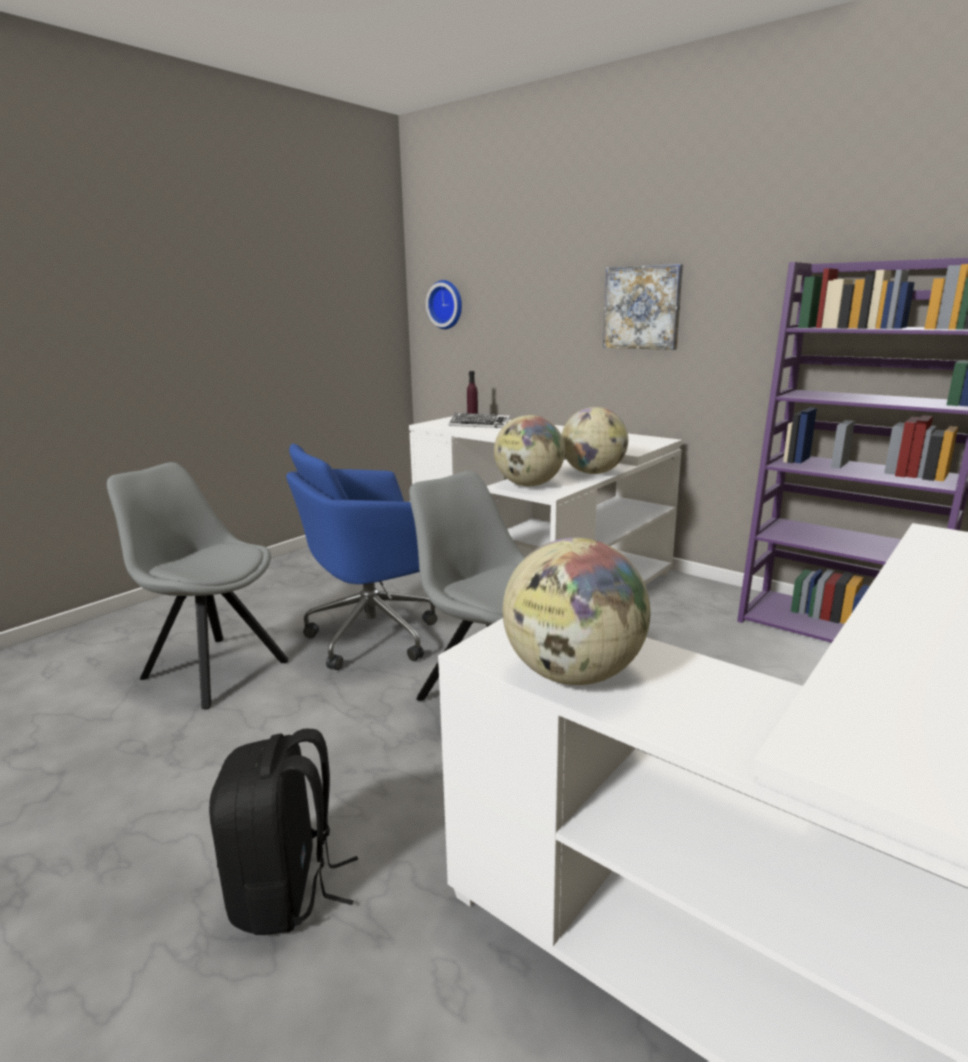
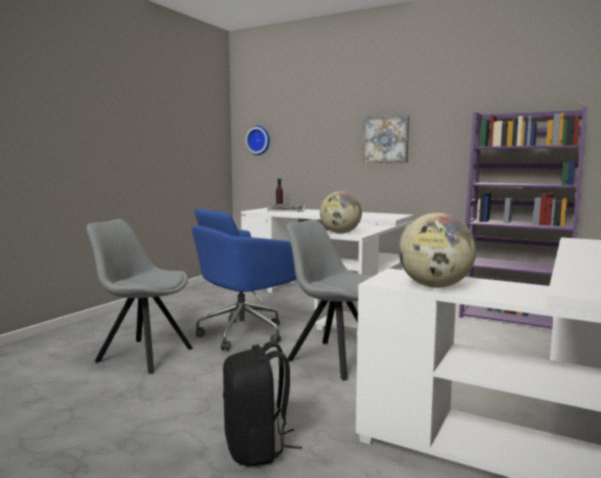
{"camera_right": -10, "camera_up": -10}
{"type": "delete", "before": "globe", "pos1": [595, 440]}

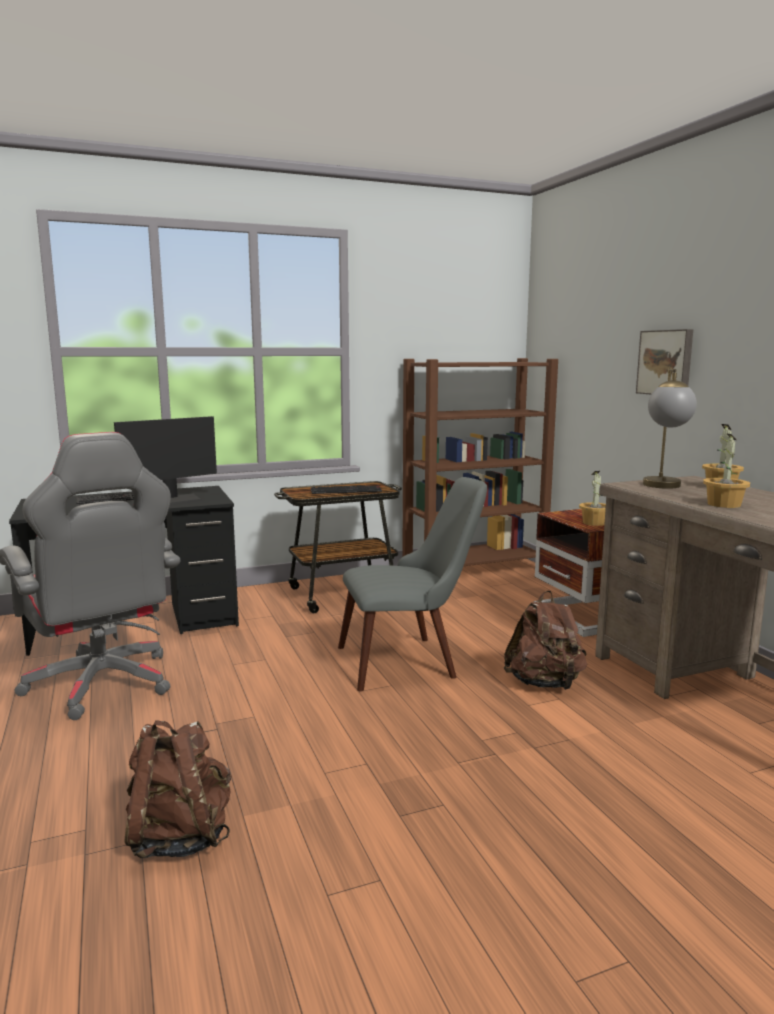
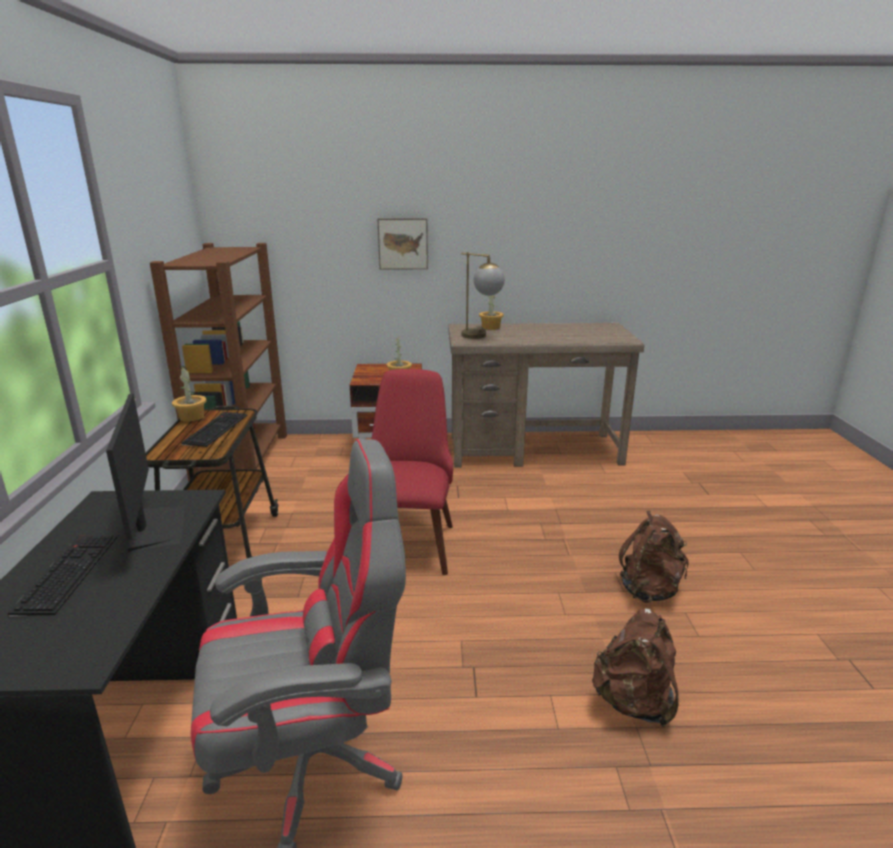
{"camera_right": -70, "camera_up": 10}
{"type": "move", "before": "brown backpack", "pos1": [545, 640], "pos2": [654, 557]}
{"type": "move", "before": "potted plant", "pos1": [726, 470], "pos2": [189, 394]}
{"type": "recolor", "before": "grey chair", "after": "red chair", "pos1": [412, 584], "pos2": [412, 472]}

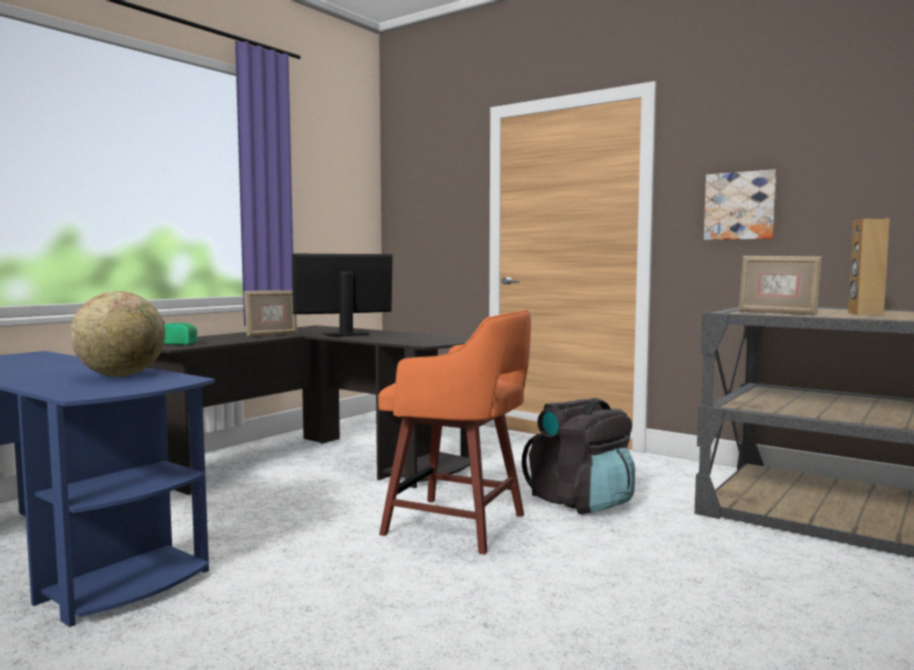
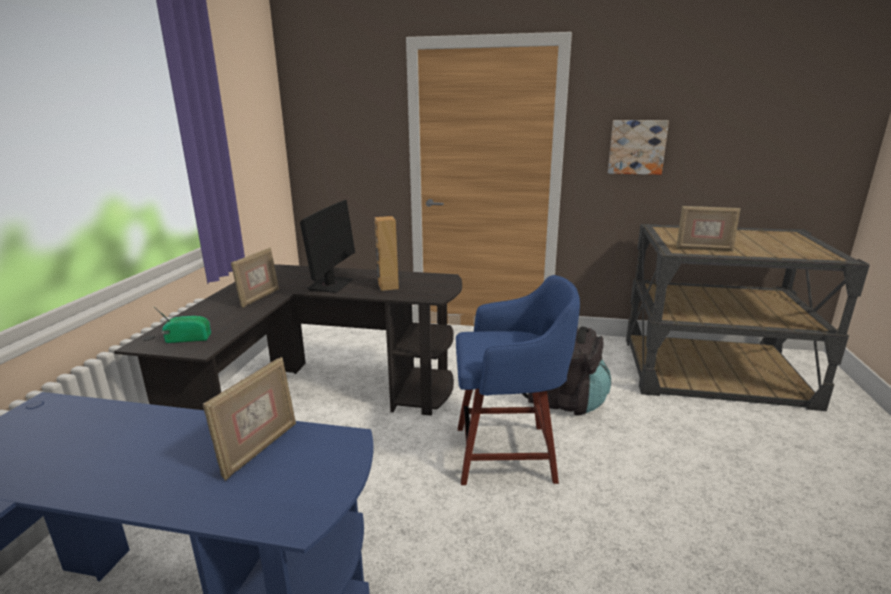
{"camera_right": -25, "camera_up": 15}
{"type": "move", "before": "brown speaker", "pos1": [869, 267], "pos2": [387, 253]}
{"type": "replace", "before": "globe", "after": "picture frame", "pos1": [117, 334], "pos2": [249, 418]}
{"type": "recolor", "before": "orange stool", "after": "blue stool", "pos1": [454, 432], "pos2": [518, 380]}
{"type": "rotate", "before": "monitor", "pos1": [342, 295], "pos2": [327, 246], "turn": 150}

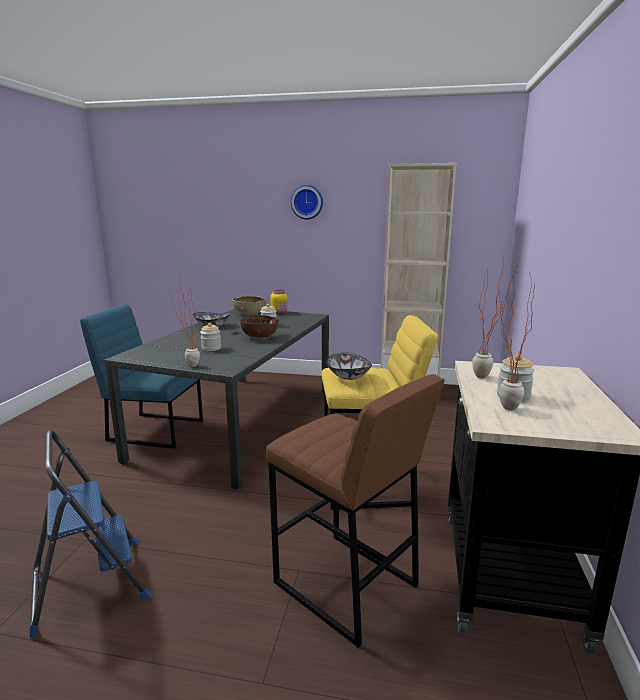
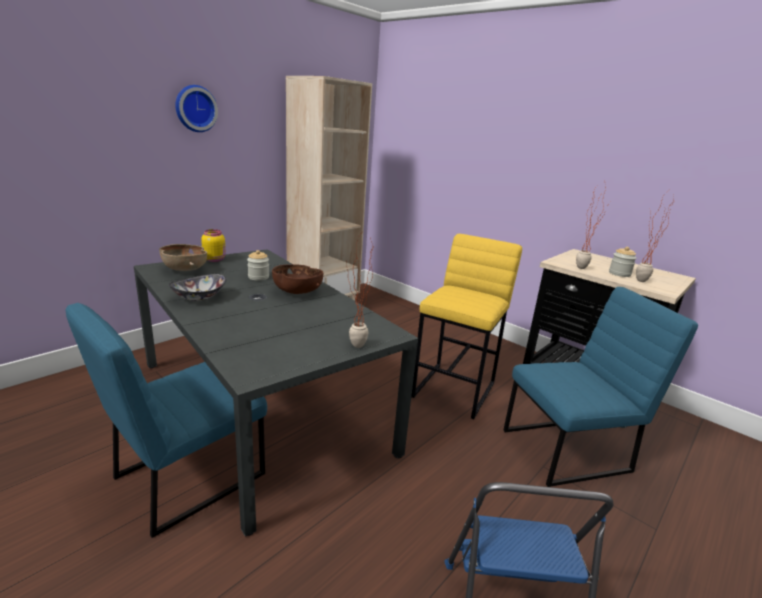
{"camera_right": -60, "camera_up": 5}
{"type": "delete", "before": "jar", "pos1": [210, 337]}
{"type": "delete", "before": "bowl", "pos1": [349, 366]}
{"type": "replace", "before": "brown stool", "after": "blue chair", "pos1": [355, 511], "pos2": [600, 387]}

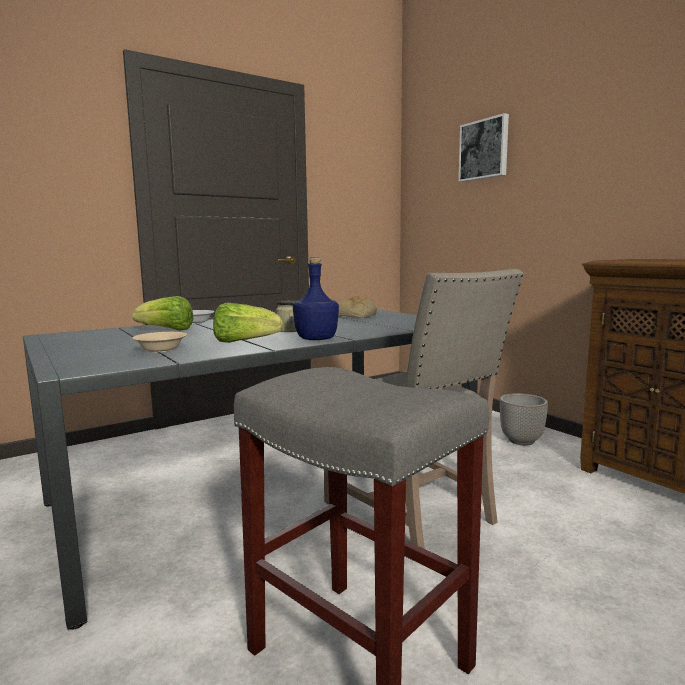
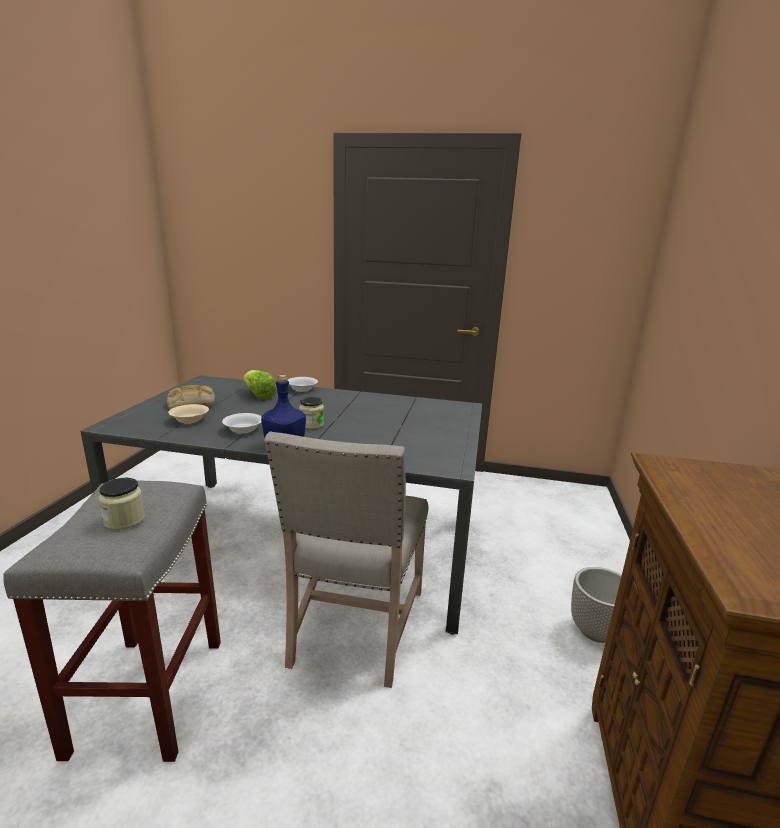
{"camera_right": 45, "camera_up": 10}
{"type": "delete", "before": "picture", "pos1": [483, 147]}
{"type": "insert", "after": "jar", "pos2": [122, 504]}
{"type": "move", "before": "bread", "pos1": [357, 307], "pos2": [191, 397]}
{"type": "replace", "before": "lettuce", "after": "white bowl", "pos1": [248, 323], "pos2": [242, 423]}

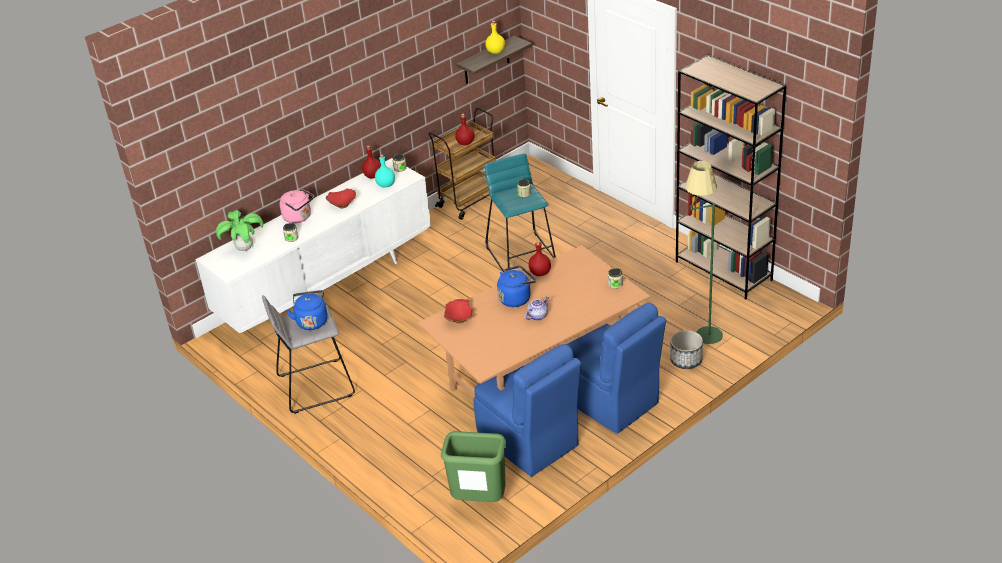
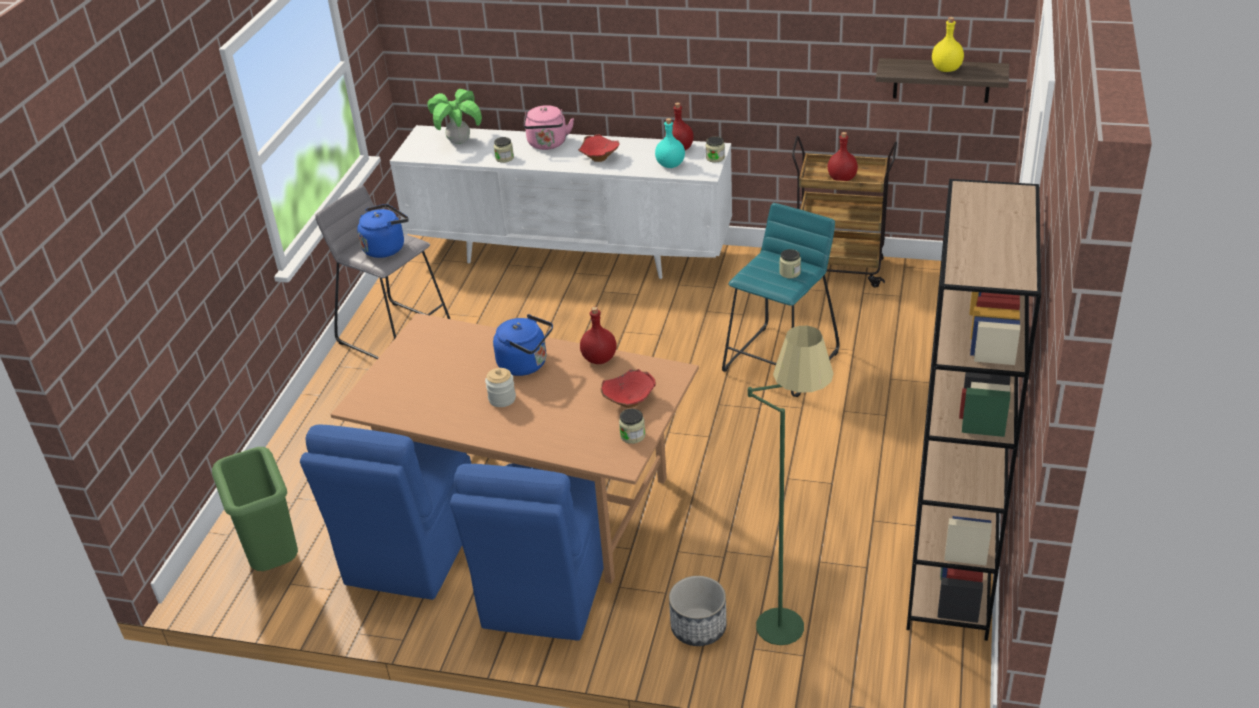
{"camera_right": 55, "camera_up": 0}
{"type": "move", "before": "red bowl", "pos1": [458, 311], "pos2": [628, 388]}
{"type": "replace", "before": "teapot", "after": "jar", "pos1": [537, 308], "pos2": [500, 387]}

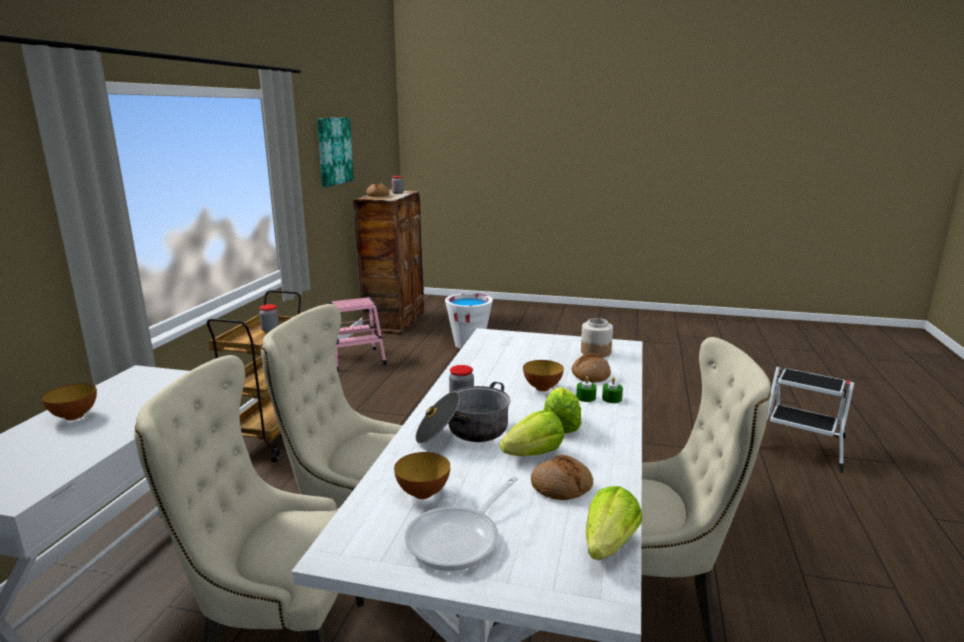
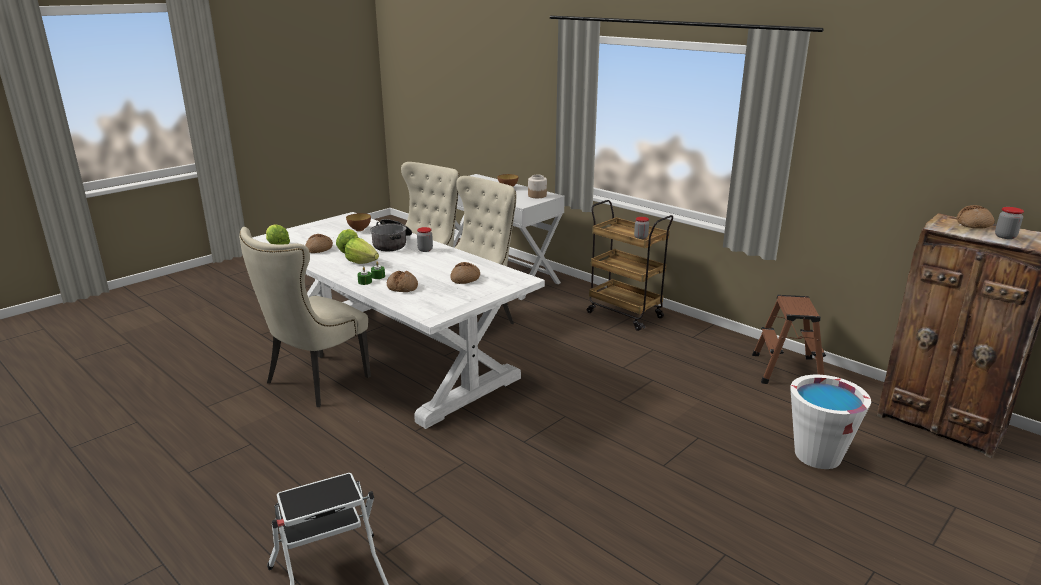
{"camera_right": 120, "camera_up": 5}
{"type": "delete", "before": "picture", "pos1": [335, 152]}
{"type": "delete", "before": "frying pan", "pos1": [461, 523]}
{"type": "delete", "before": "bowl", "pos1": [543, 375]}
{"type": "insert", "after": "bread", "pos2": [465, 273]}
{"type": "move", "before": "jar", "pos1": [597, 337], "pos2": [537, 186]}
{"type": "recolor", "before": "pink step ladder", "after": "brown step ladder", "pos1": [358, 334], "pos2": [789, 339]}

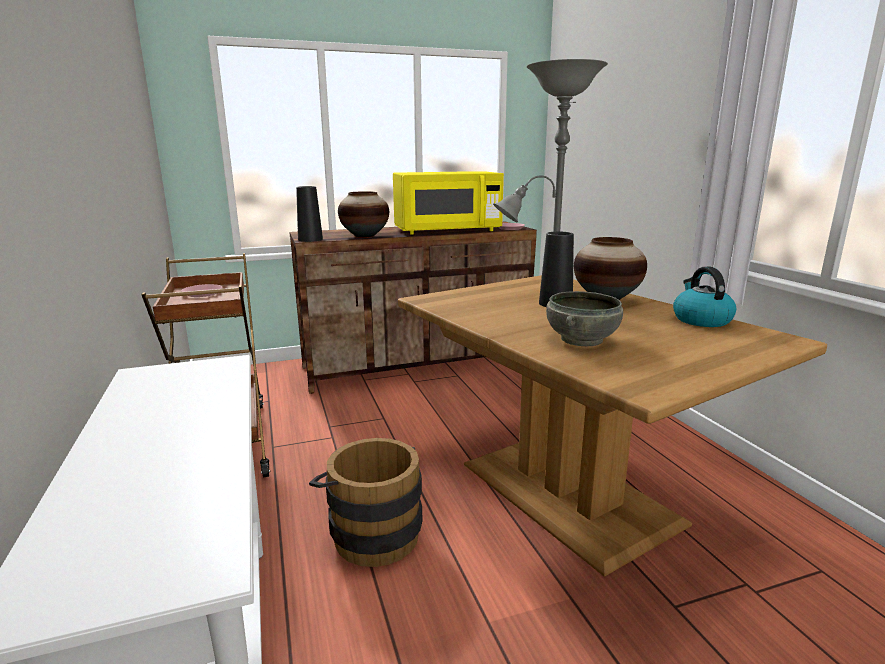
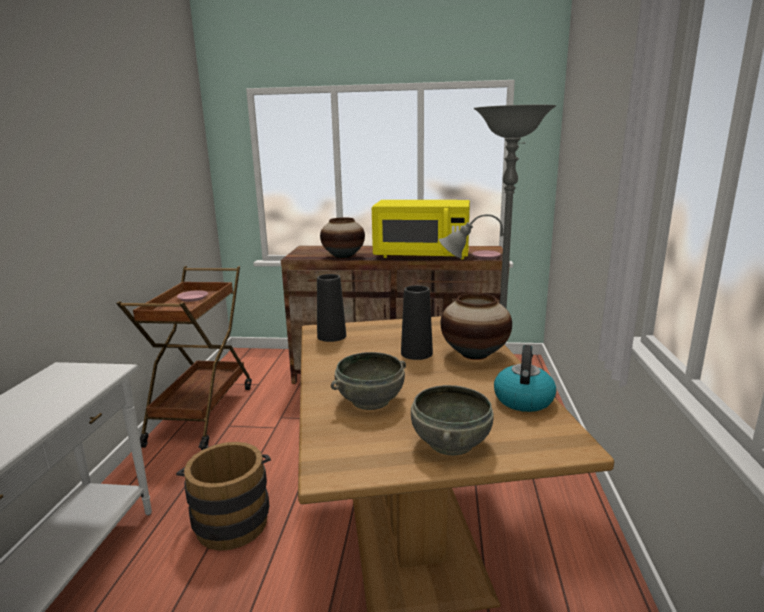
{"camera_right": 25, "camera_up": 0}
{"type": "insert", "after": "grey bowl", "pos2": [452, 420]}
{"type": "move", "before": "black vase", "pos1": [309, 214], "pos2": [331, 308]}

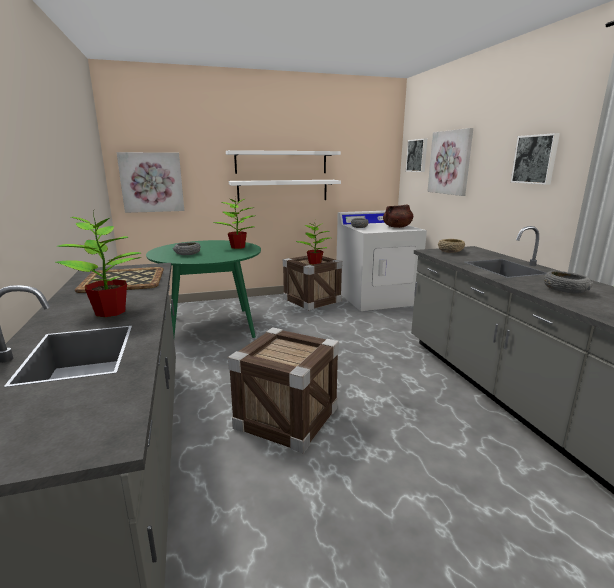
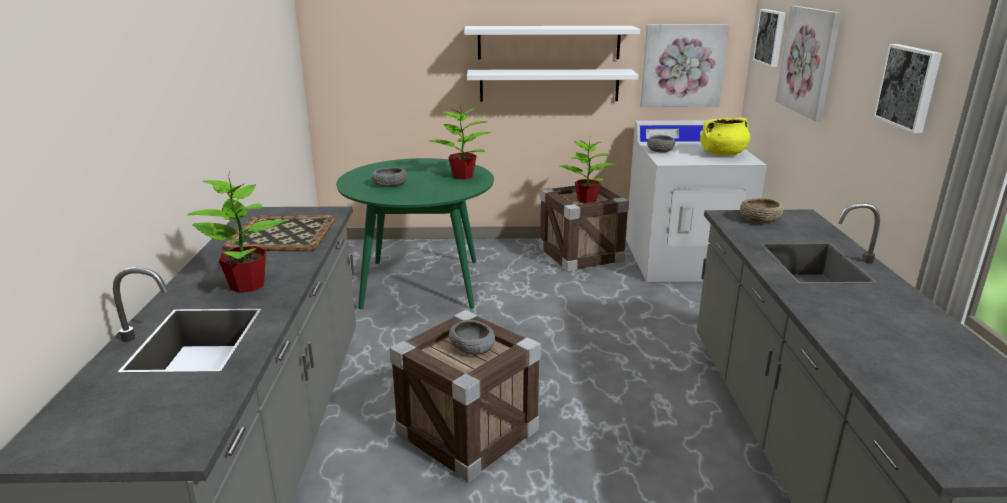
{"camera_right": 15, "camera_up": 5}
{"type": "move", "before": "picture", "pos1": [150, 182], "pos2": [684, 65]}
{"type": "move", "before": "grey bowl", "pos1": [568, 282], "pos2": [472, 337]}
{"type": "recolor", "before": "brown cooking pot", "after": "yellow cooking pot", "pos1": [398, 216], "pos2": [725, 137]}

